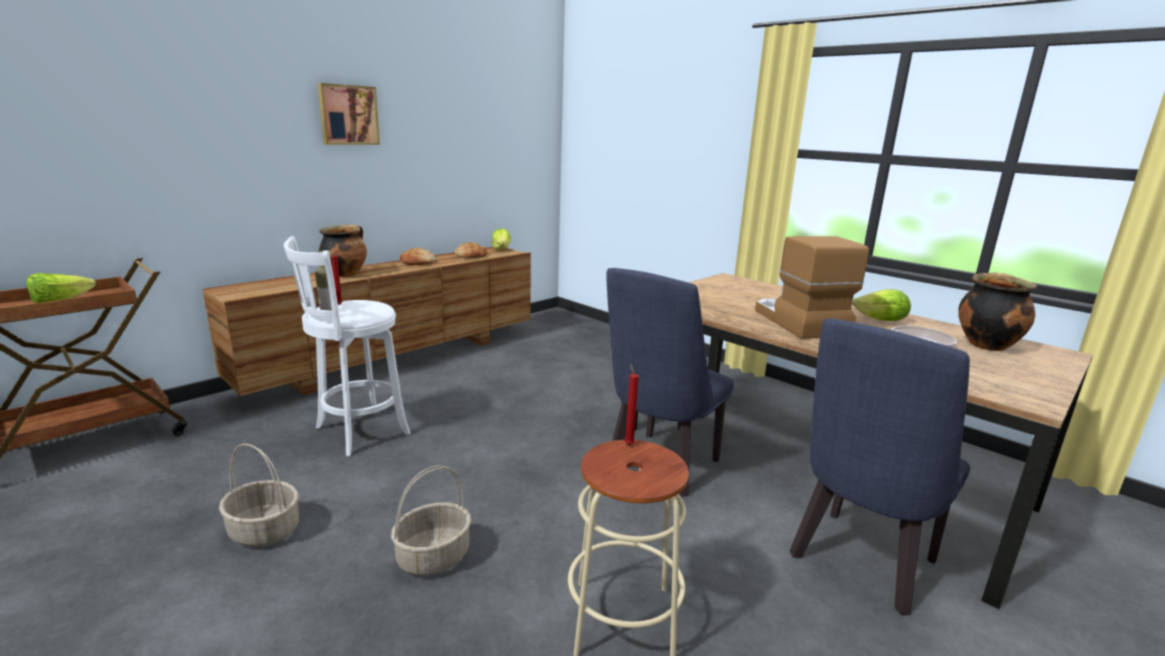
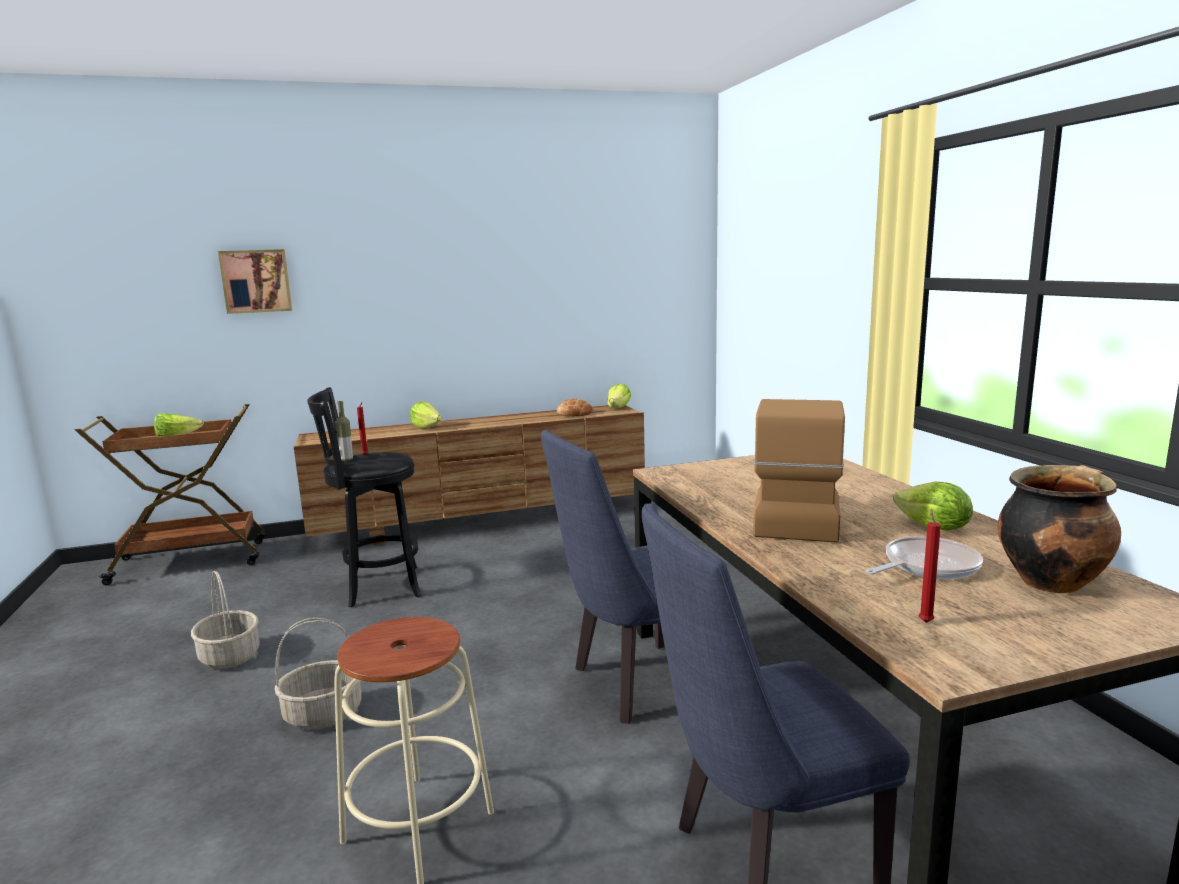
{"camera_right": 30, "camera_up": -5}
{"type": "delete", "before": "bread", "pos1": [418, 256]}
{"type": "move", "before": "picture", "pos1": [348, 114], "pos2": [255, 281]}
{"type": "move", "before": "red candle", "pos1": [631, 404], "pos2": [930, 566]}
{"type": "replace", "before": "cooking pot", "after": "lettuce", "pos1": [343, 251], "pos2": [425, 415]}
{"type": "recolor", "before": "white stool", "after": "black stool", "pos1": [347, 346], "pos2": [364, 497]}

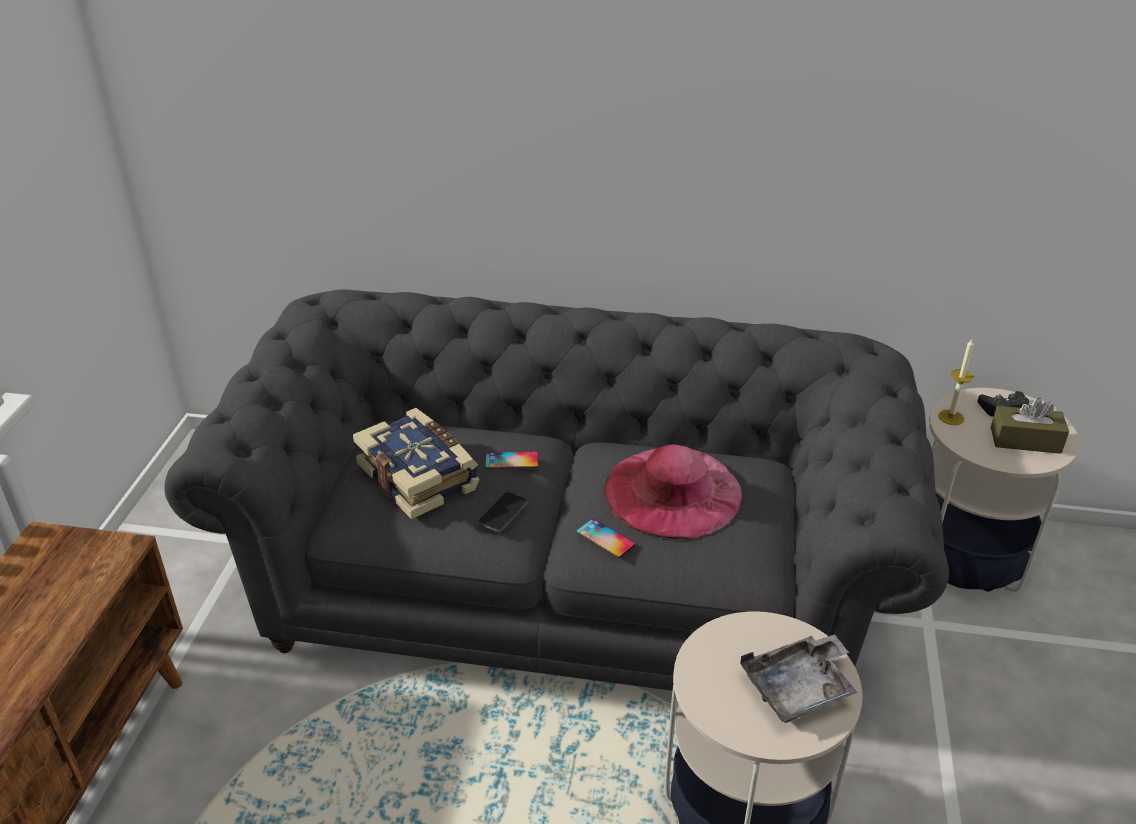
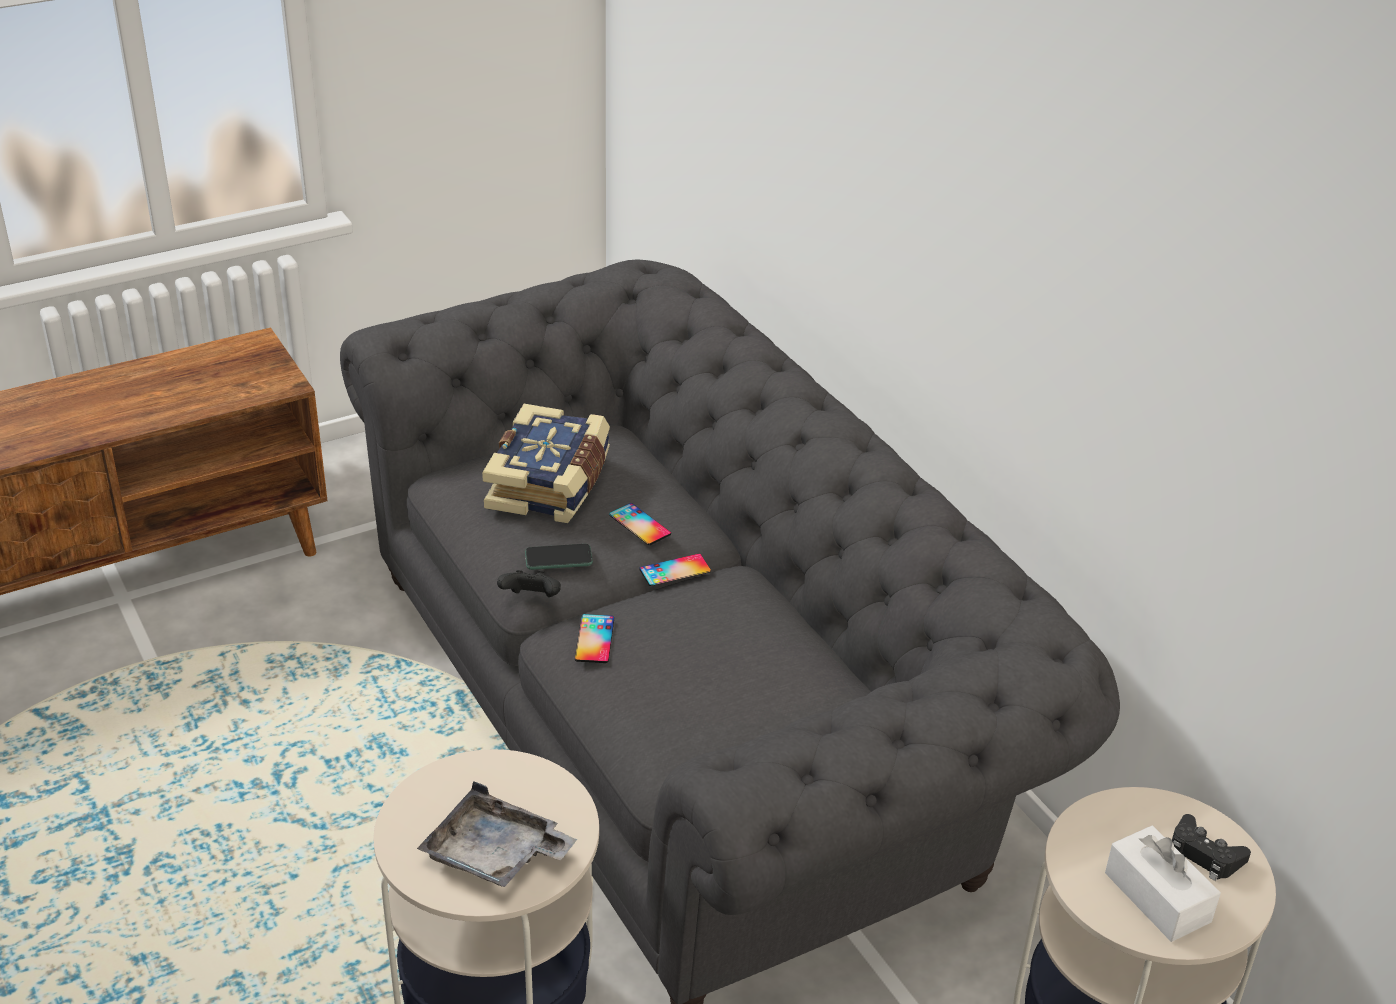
{"camera_right": 50, "camera_up": 0}
{"type": "delete", "before": "pink hat", "pos1": [673, 491]}
{"type": "delete", "before": "candle", "pos1": [956, 382]}
{"type": "insert", "after": "black game controller", "pos2": [529, 583]}
{"type": "insert", "after": "phone", "pos2": [675, 570]}
{"type": "recolor", "before": "brown tissue box", "after": "white tissue box", "pos1": [1030, 426], "pos2": [1163, 884]}

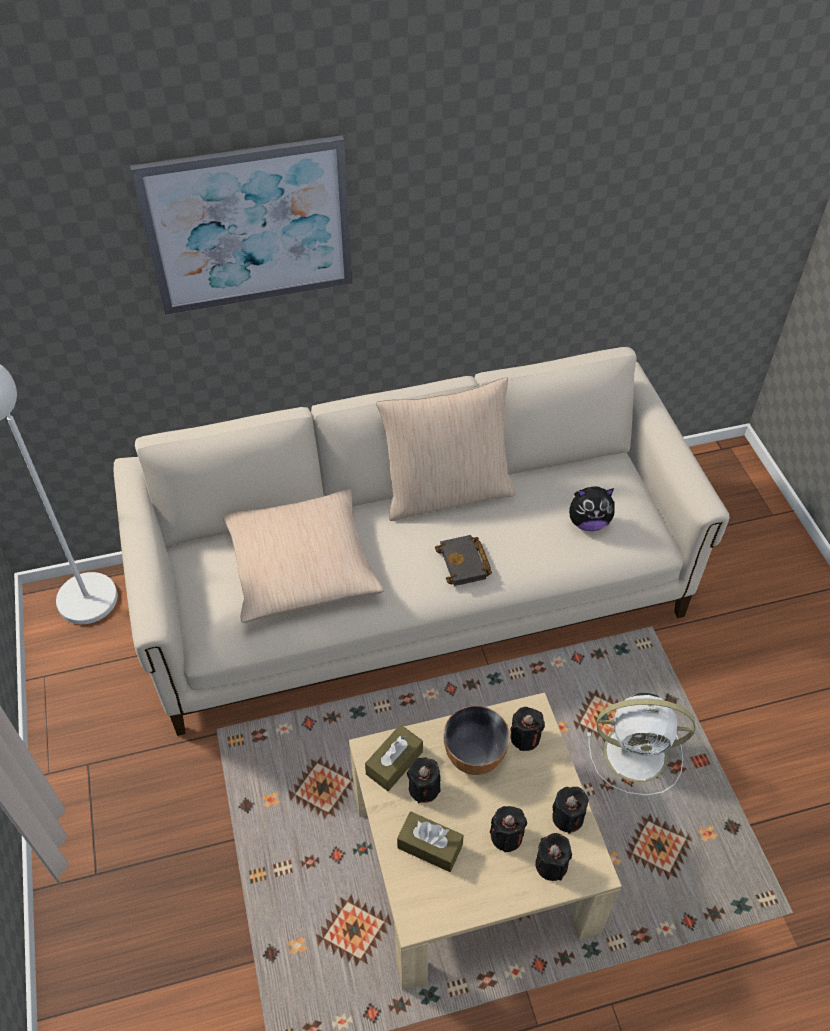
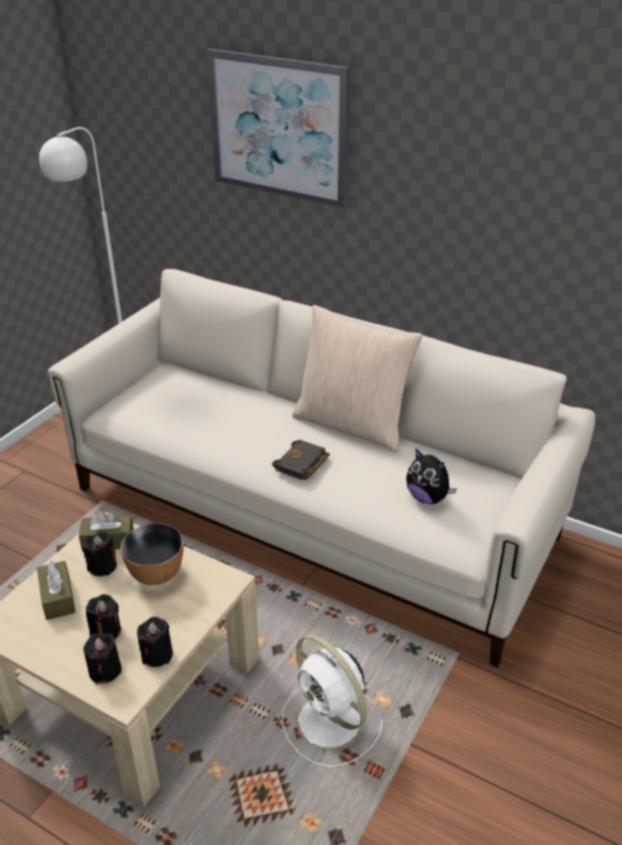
{"camera_right": 45, "camera_up": -15}
{"type": "delete", "before": "beige pillow", "pos1": [303, 556]}
{"type": "delete", "before": "black candle", "pos1": [527, 729]}

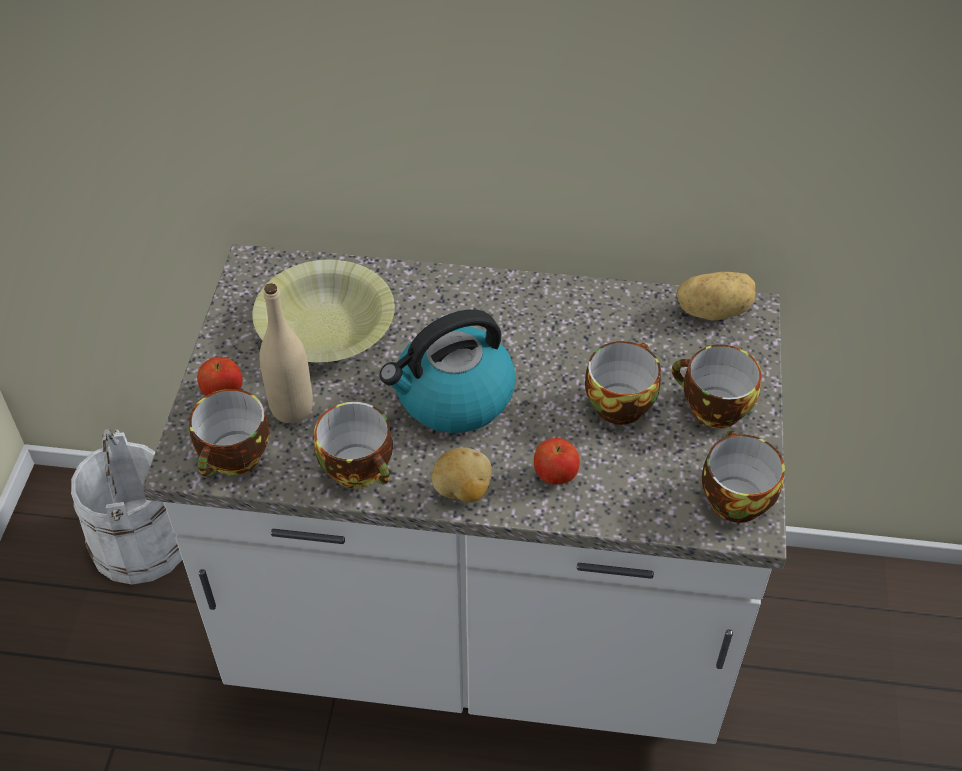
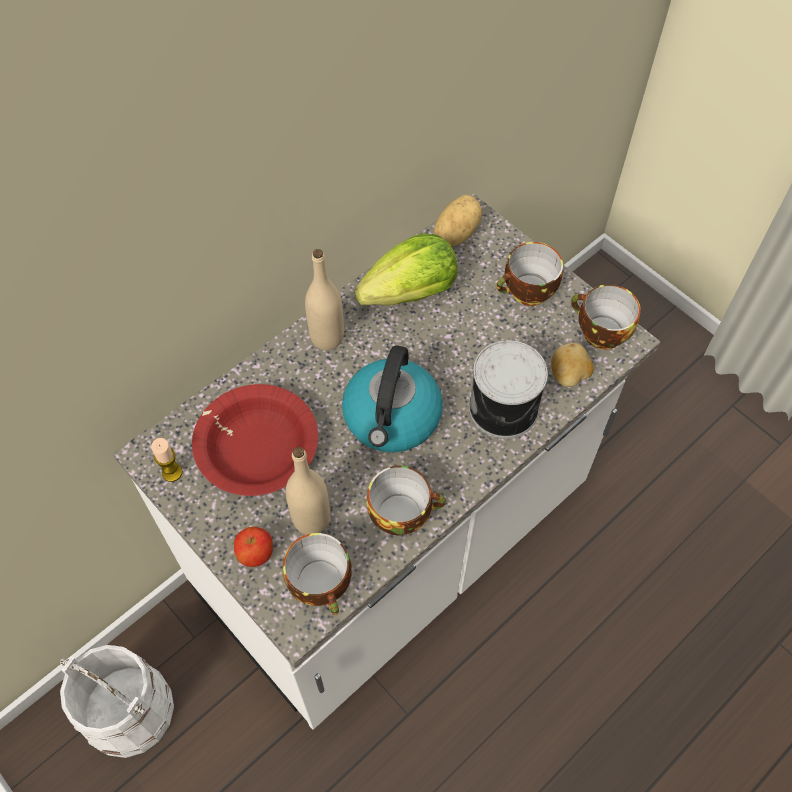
{"camera_right": -50, "camera_up": 10}
{"type": "delete", "before": "cup", "pos1": [623, 383]}
{"type": "insert", "after": "candle", "pos2": [166, 460]}
{"type": "insert", "after": "beige bottle", "pos2": [324, 299]}
{"type": "insert", "after": "lettuce", "pos2": [406, 269]}
{"type": "move", "before": "potato", "pos1": [462, 475], "pos2": [572, 364]}
{"type": "replace", "before": "apple", "after": "can", "pos1": [557, 461], "pos2": [508, 389]}
{"type": "recolor", "before": "yellow bowl", "after": "red bowl", "pos1": [324, 311], "pos2": [255, 440]}

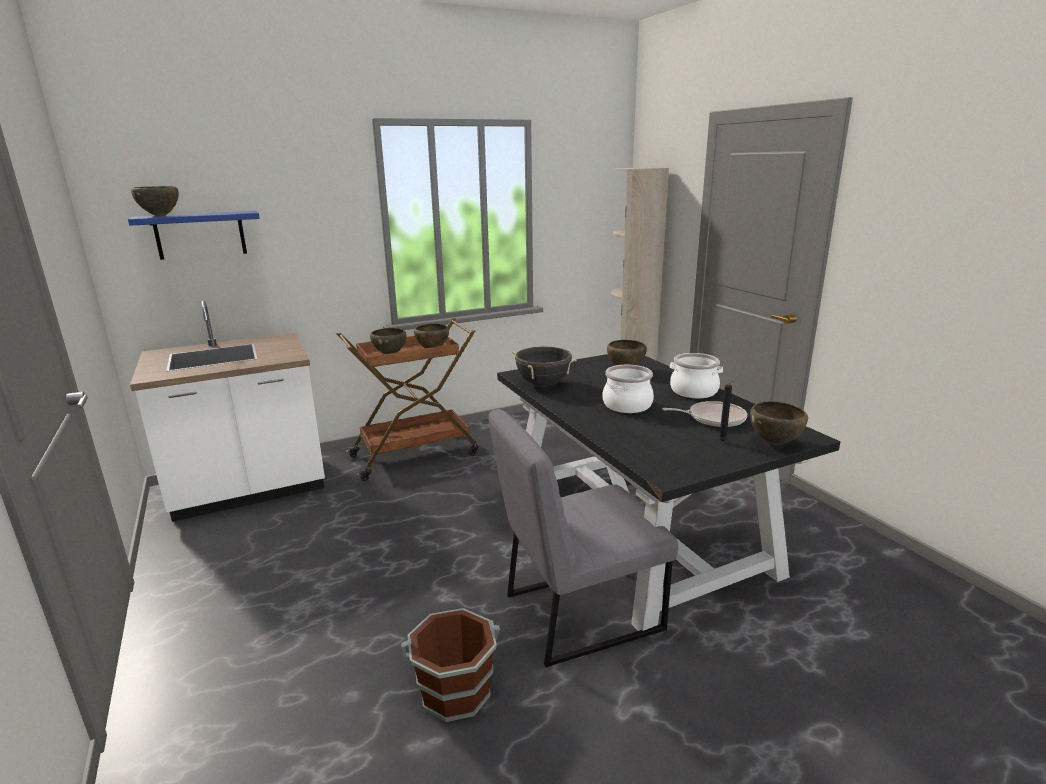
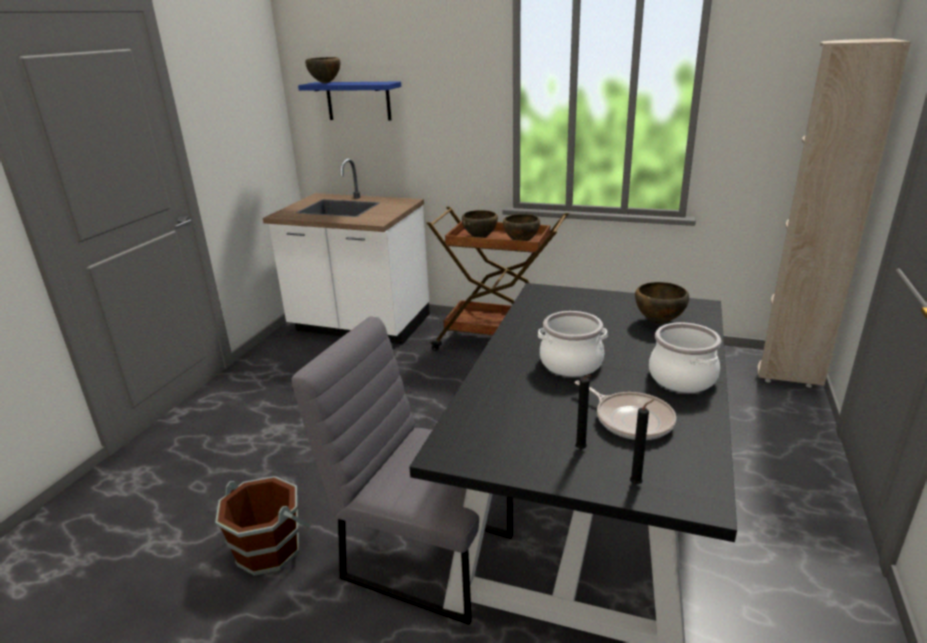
{"camera_right": 45, "camera_up": 5}
{"type": "delete", "before": "black cooking pot", "pos1": [544, 366]}
{"type": "replace", "before": "brown bowl", "after": "black candle", "pos1": [779, 423], "pos2": [642, 441]}

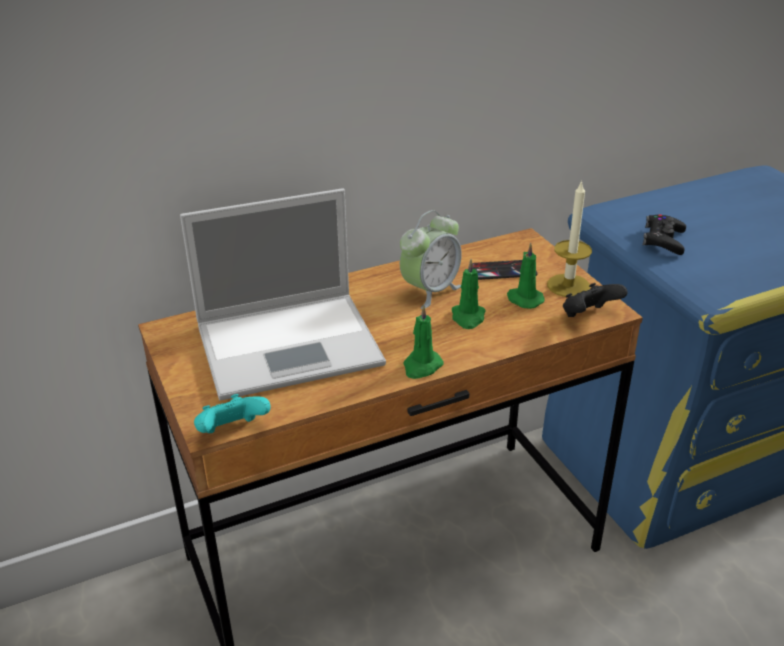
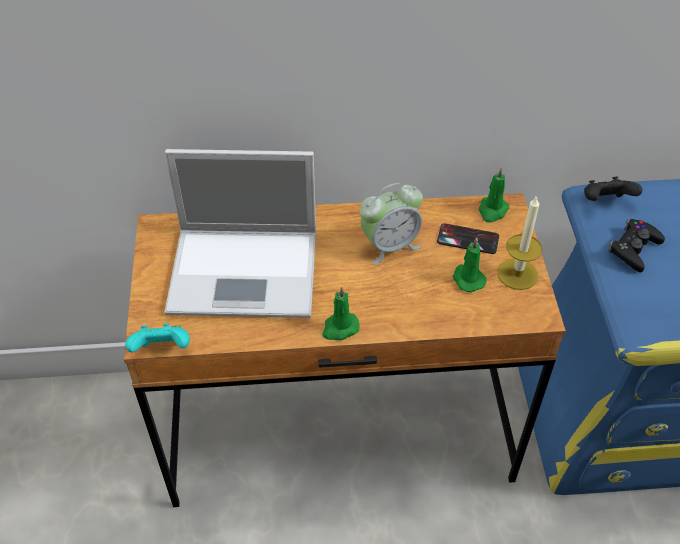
{"camera_right": 20, "camera_up": 15}
{"type": "move", "before": "green candle", "pos1": [469, 294], "pos2": [494, 195]}
{"type": "move", "before": "black game controller", "pos1": [595, 300], "pos2": [613, 188]}

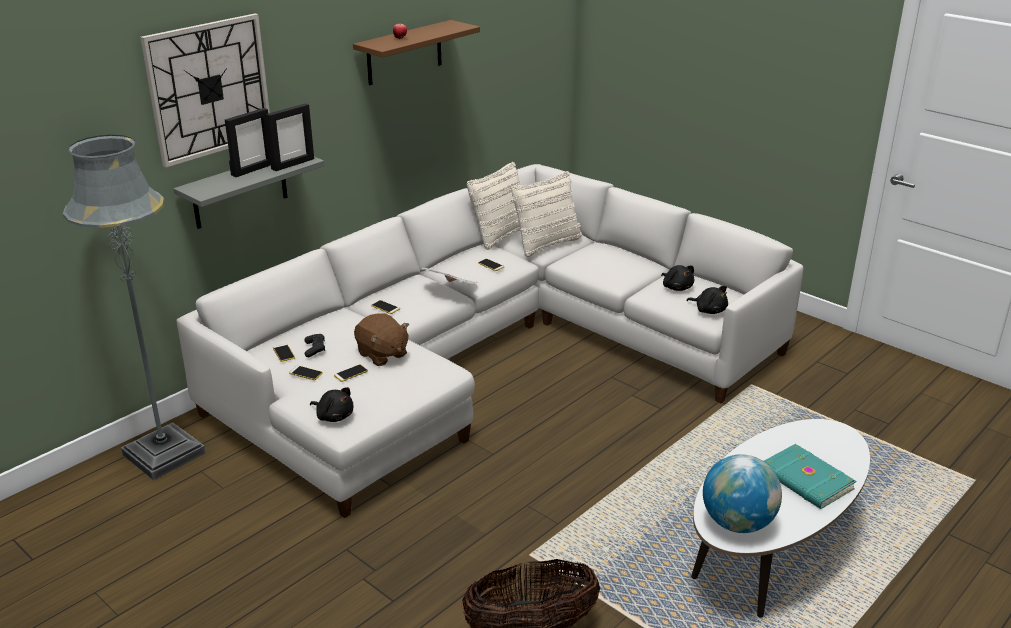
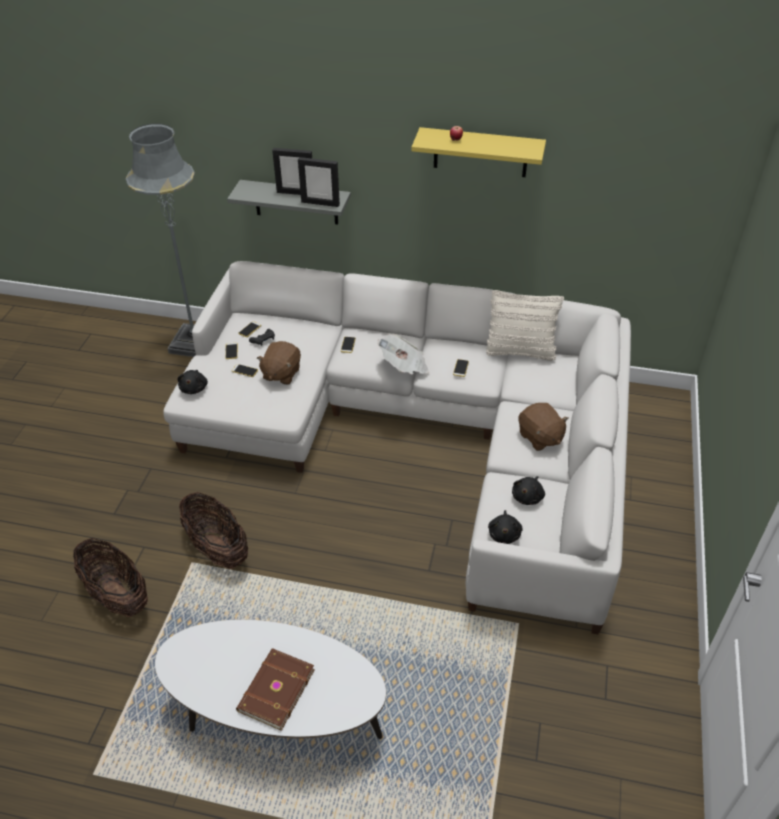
{"camera_right": 60, "camera_up": 15}
{"type": "delete", "before": "wall clock", "pos1": [205, 90]}
{"type": "delete", "before": "beige pillow", "pos1": [546, 214]}
{"type": "delete", "before": "globe", "pos1": [742, 493]}
{"type": "insert", "after": "basket", "pos2": [213, 530]}
{"type": "insert", "after": "brown plush toy", "pos2": [543, 427]}
{"type": "recolor", "before": "brown shelf", "after": "yellow shelf", "pos1": [416, 52], "pos2": [478, 152]}
{"type": "recolor", "before": "turquoise book", "after": "brown book", "pos1": [810, 476], "pos2": [275, 689]}

